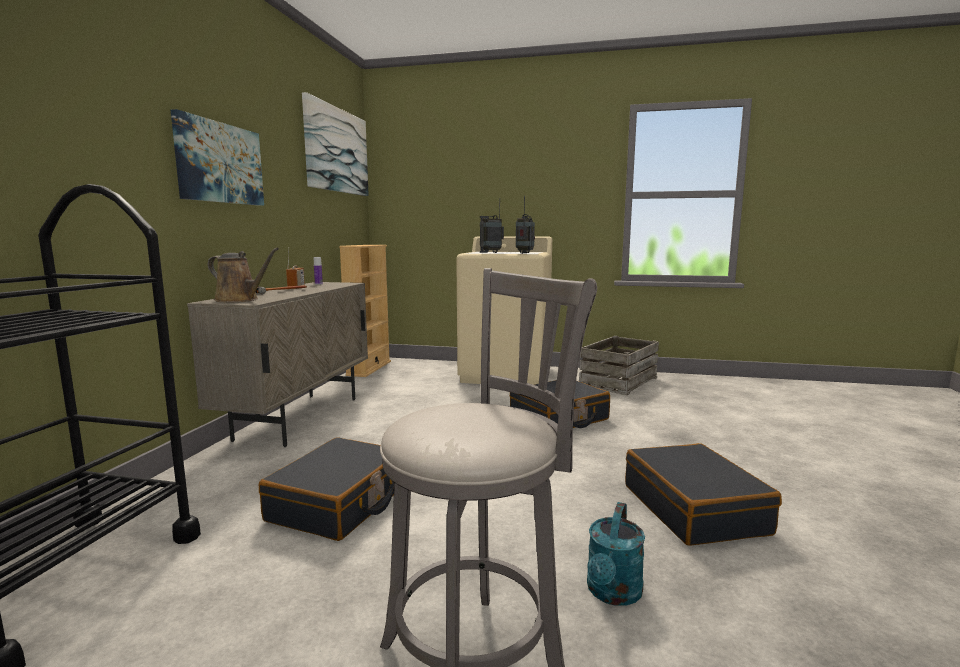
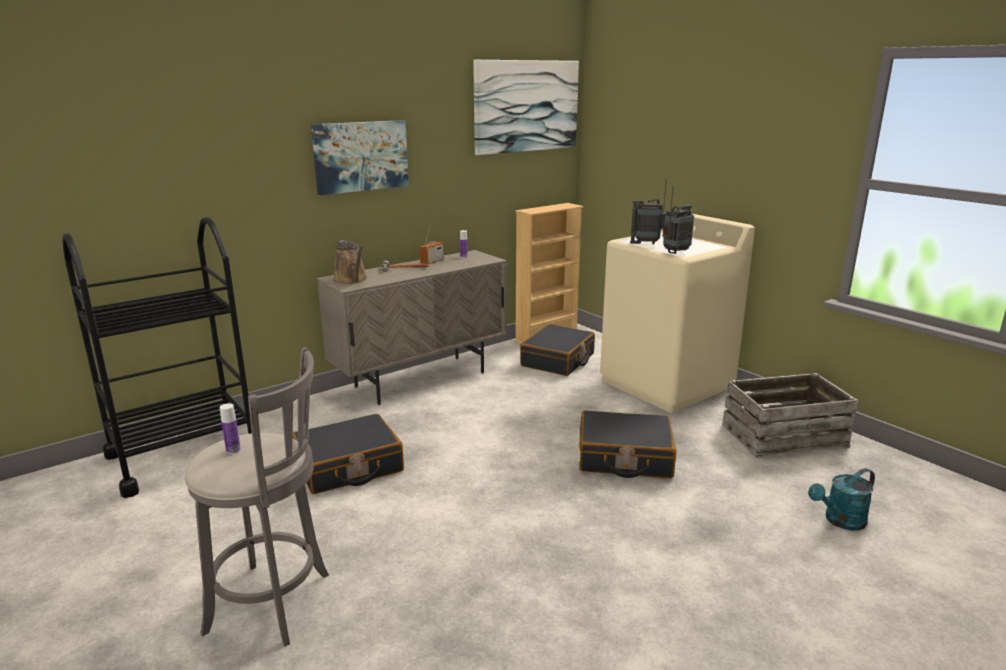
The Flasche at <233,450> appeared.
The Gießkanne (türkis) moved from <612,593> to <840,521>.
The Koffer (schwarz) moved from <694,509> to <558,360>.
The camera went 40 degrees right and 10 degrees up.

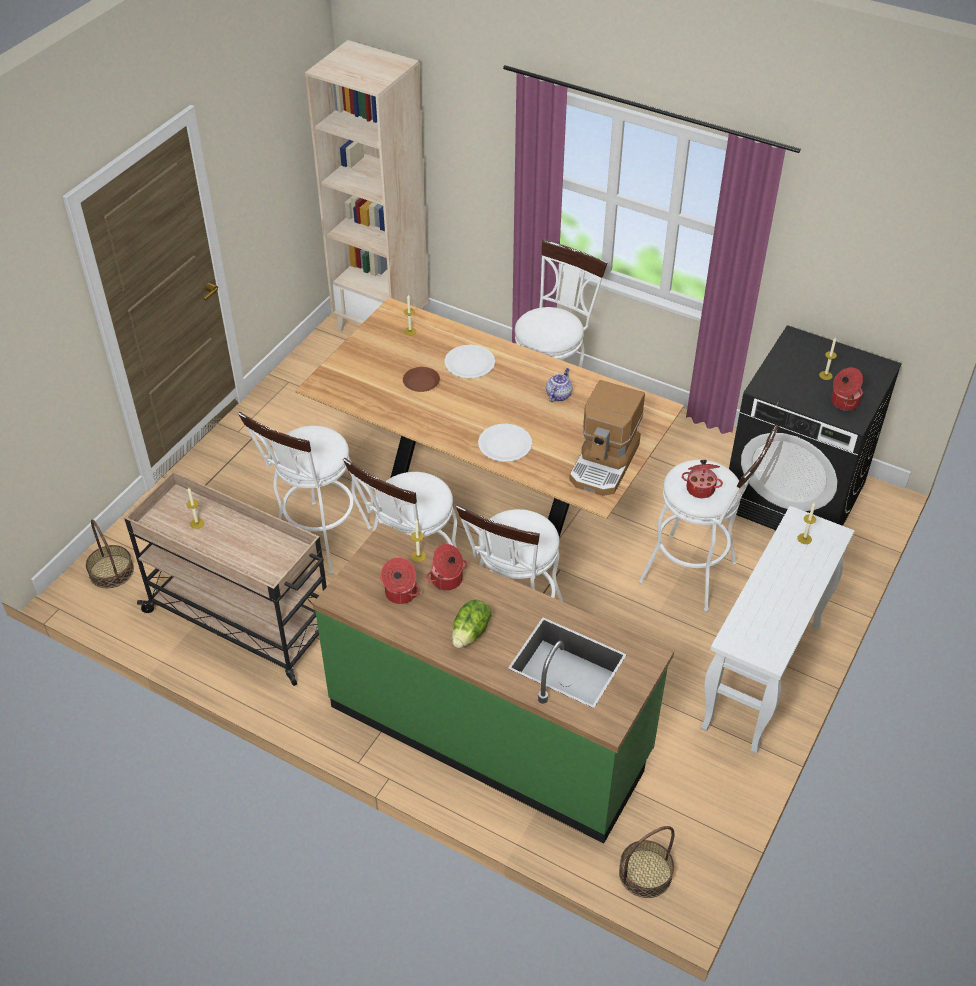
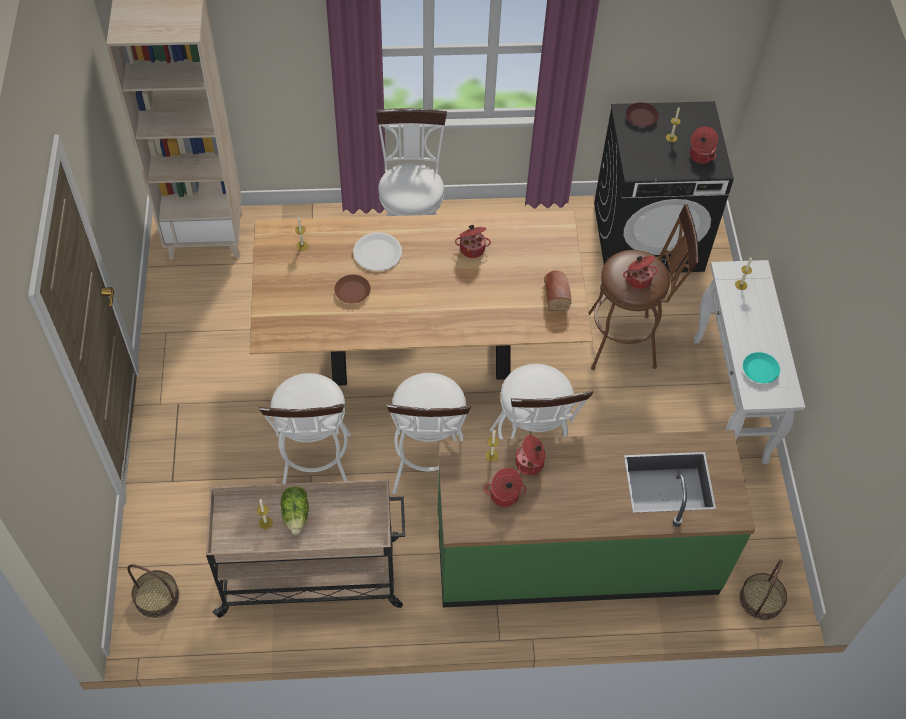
The Teller (weiß) at <505,444> disappeared.
The Teller (braun) at <641,117> appeared.
The Teller (türkis) at <760,370> appeared.
The Salatkopf moved from <471,633> to <296,515>.
The Teekanne at <558,395> was replaced by the Kochtopf at <472,248>.
The Kaffeemaschine at <605,464> was replaced by the Brot at <555,294>.
The Hocker (weiß) at <696,575> became the Hocker (braun) at <627,341>.
The camera went 35 degrees left and 10 degrees up.

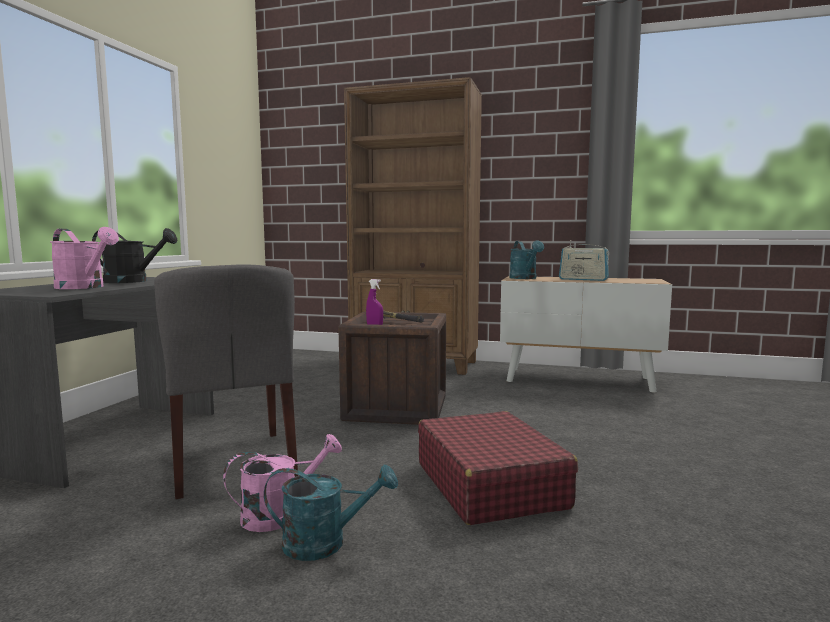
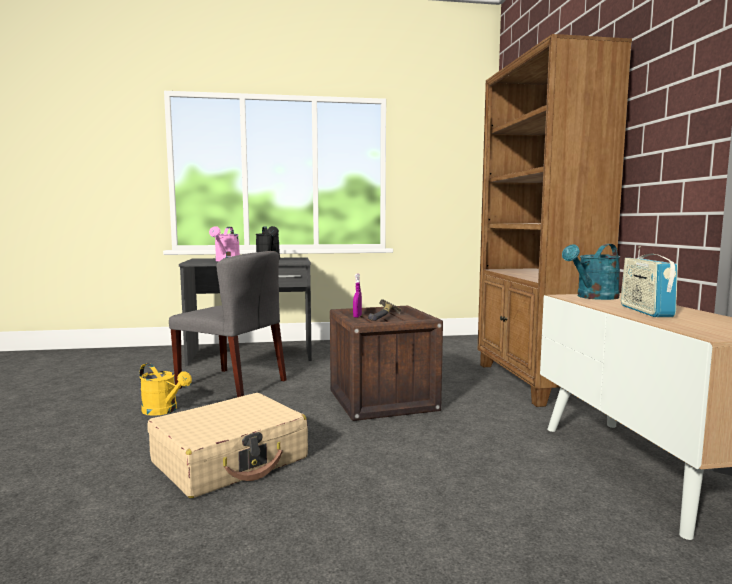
The Gießkanne (türkis) at <326,543> disappeared.
The Gießkanne (rosa) at <280,514> became the Gießkanne (gelb) at <164,411>.
The Koffer (rot) at <490,485> became the Koffer (beige) at <230,460>.
The Stuhl (grau) at <233,462> turned 105 degrees counterclockwise.
The camera went 65 degrees right and 0 degrees up.

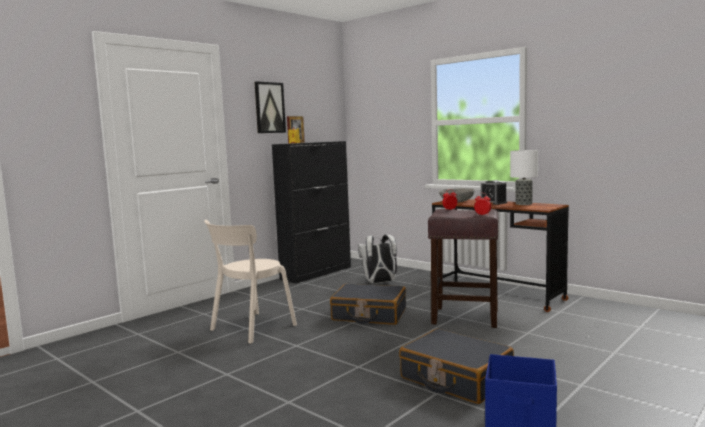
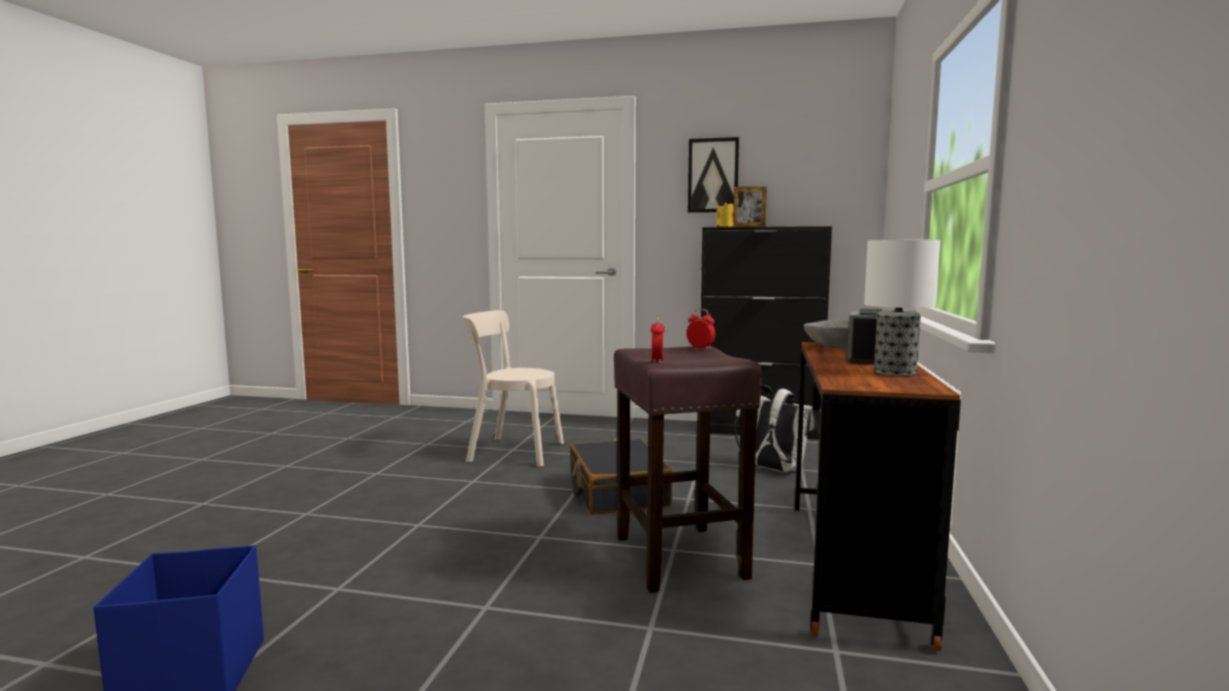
The Koffer (schwarz) at <455,379> disappeared.
The camera went 60 degrees right and 0 degrees up.

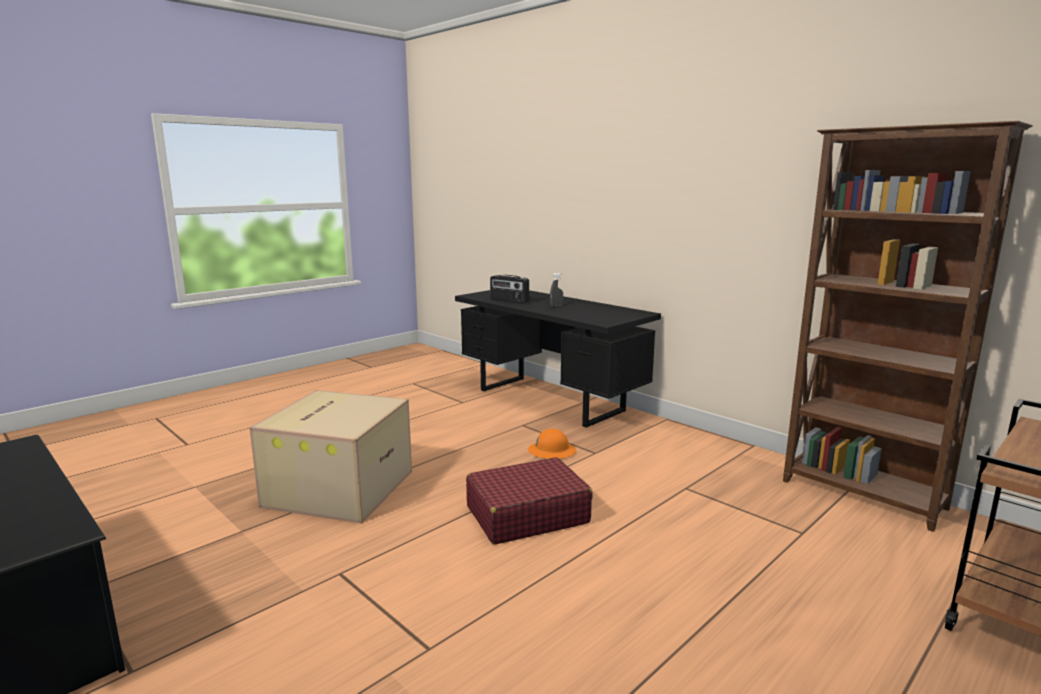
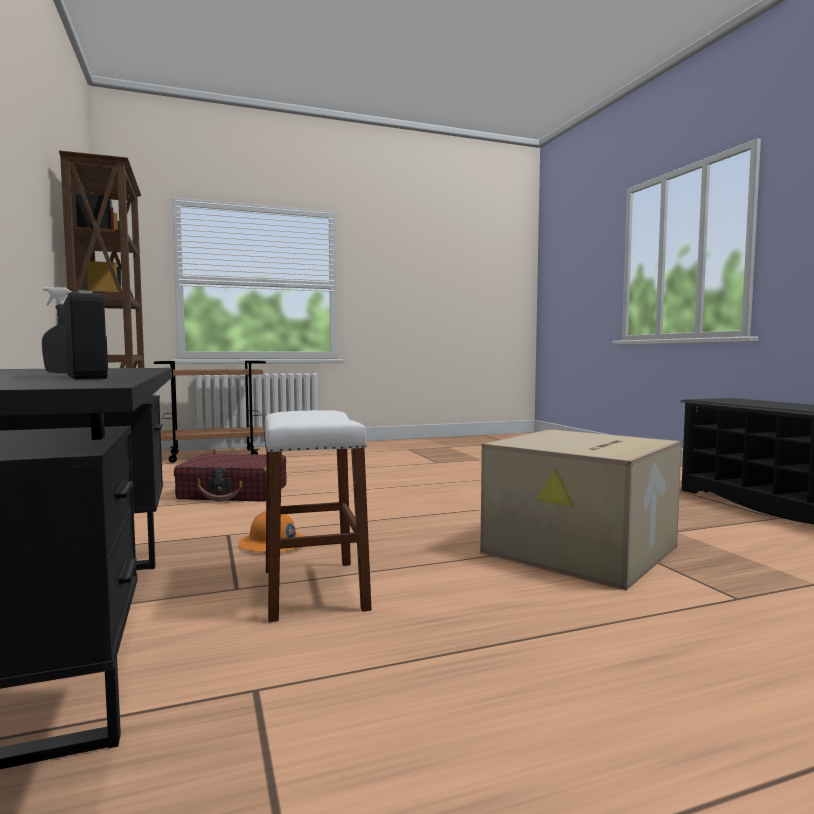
The Hocker (weiß) at <314,589> appeared.
The Koffer (rot) moved from <526,515> to <234,493>.
The camera went 155 degrees left and 10 degrees down.

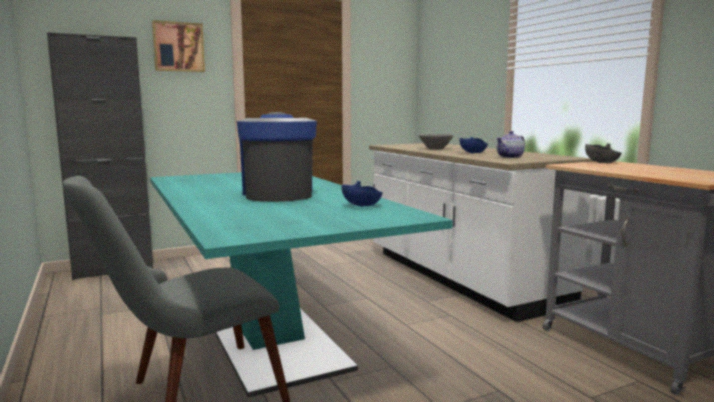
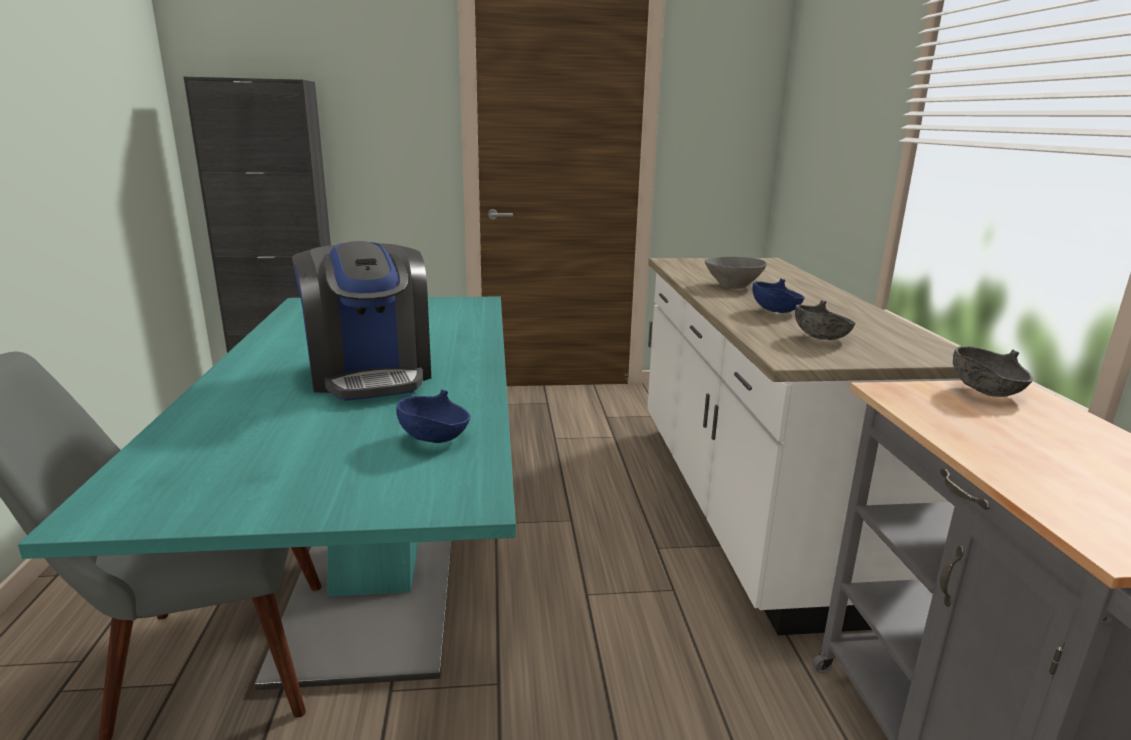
The Bild at <178,47> disappeared.
The Teekanne at <510,157> was replaced by the Schüssel (grau) at <822,338>.
The Kaffeemaschine at <277,194> turned 150 degrees clockwise.
The camera went 20 degrees right and 10 degrees up.

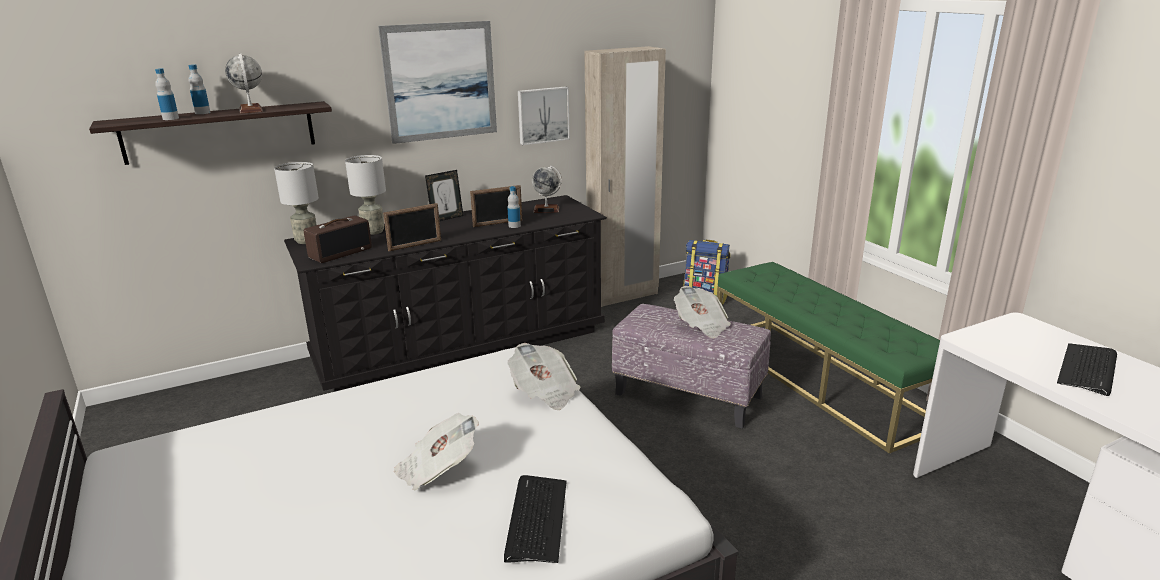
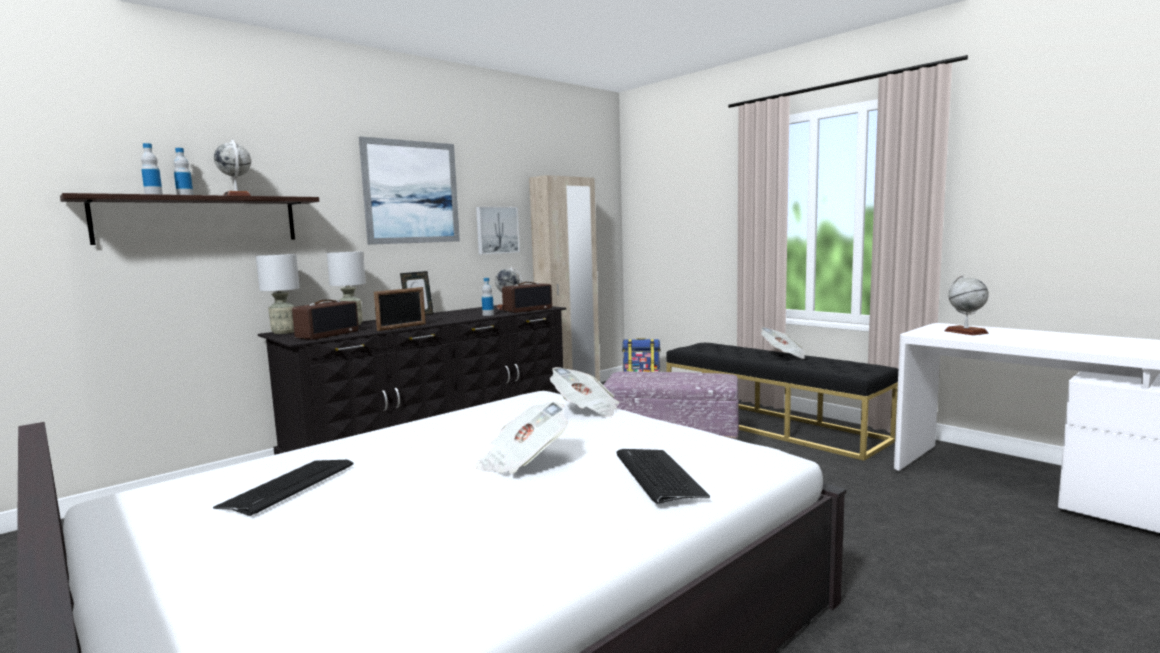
The Bilderrahmen at <498,223> disappeared.
The Radio at <527,310> appeared.
The Globus at <965,332> appeared.
The Zeitung moved from <701,325> to <784,355>.
The Tastatur moved from <1088,369> to <288,487>.
The Bank (grün) at <819,378> became the Bank (schwarz) at <771,425>.
The camera went 15 degrees left and 15 degrees down.

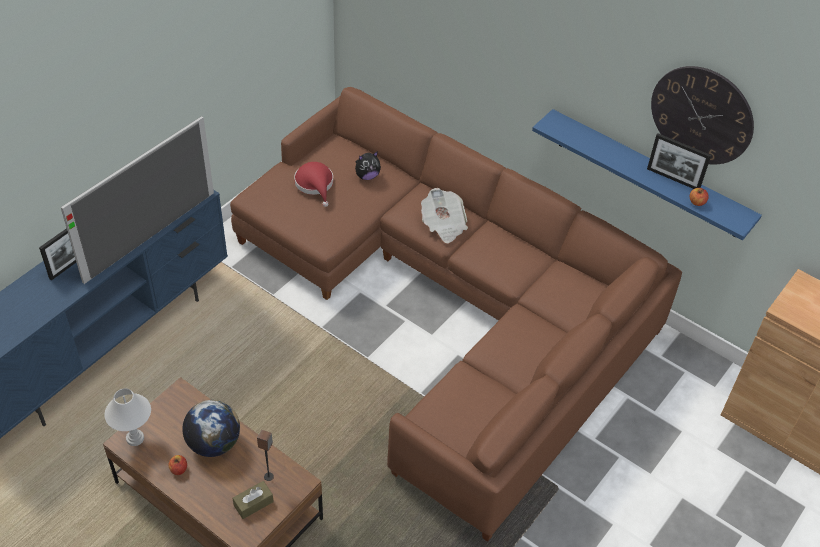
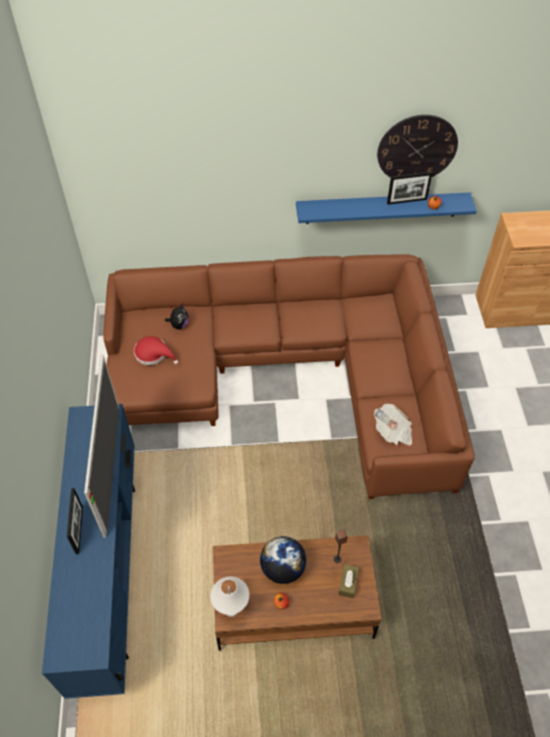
The Zeitung moved from <443,225> to <393,432>.
The camera went 40 degrees left and 5 degrees up.

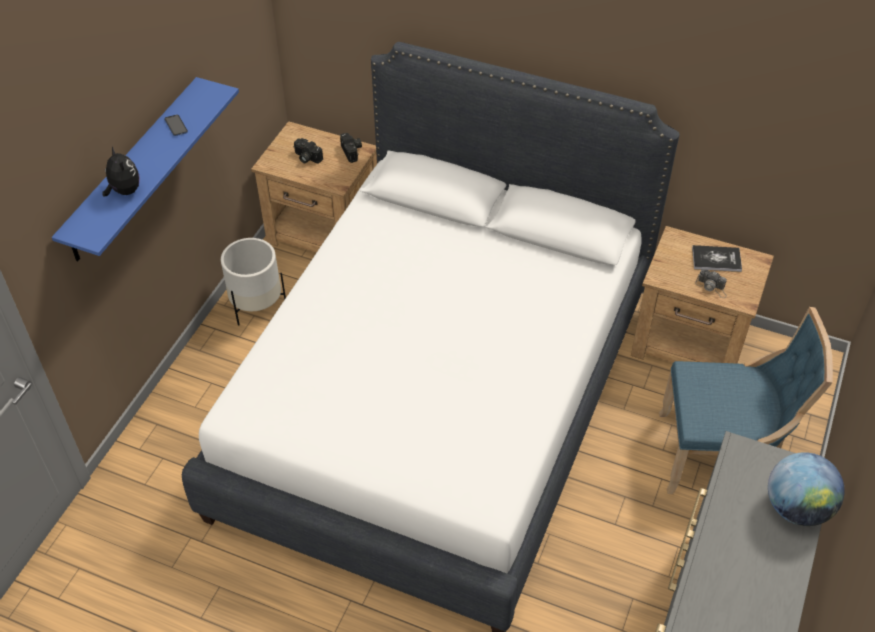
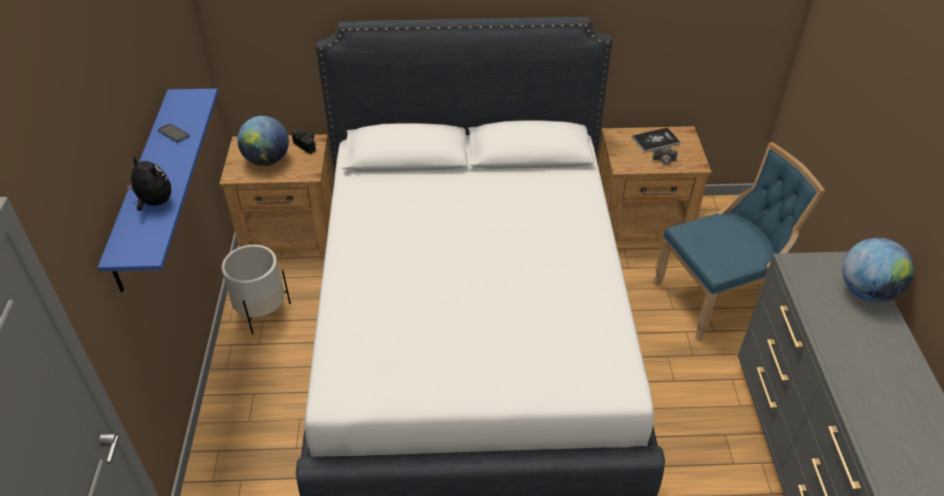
The Kamera at <306,157> was replaced by the Globus at <267,160>.
The camera went 25 degrees left and 5 degrees down.

